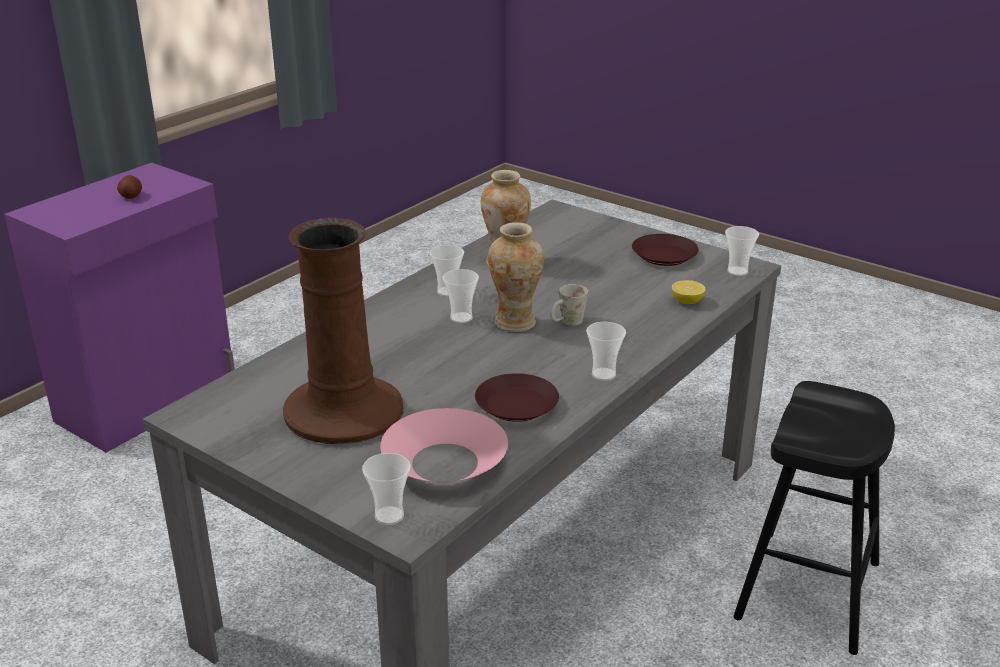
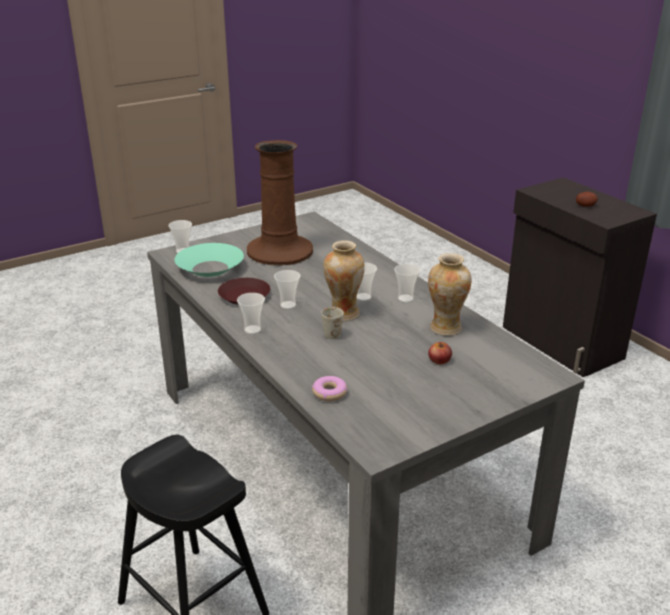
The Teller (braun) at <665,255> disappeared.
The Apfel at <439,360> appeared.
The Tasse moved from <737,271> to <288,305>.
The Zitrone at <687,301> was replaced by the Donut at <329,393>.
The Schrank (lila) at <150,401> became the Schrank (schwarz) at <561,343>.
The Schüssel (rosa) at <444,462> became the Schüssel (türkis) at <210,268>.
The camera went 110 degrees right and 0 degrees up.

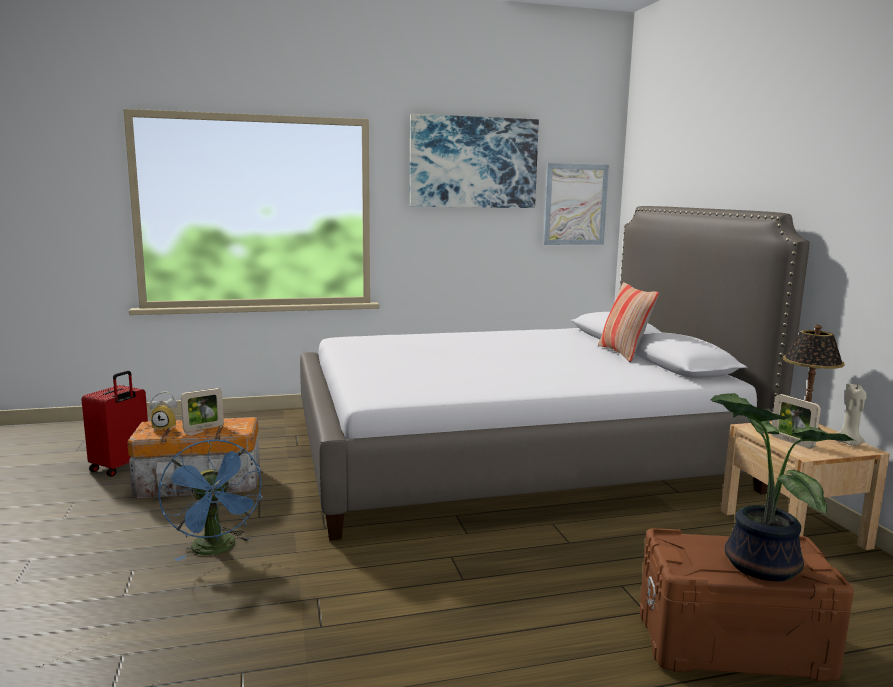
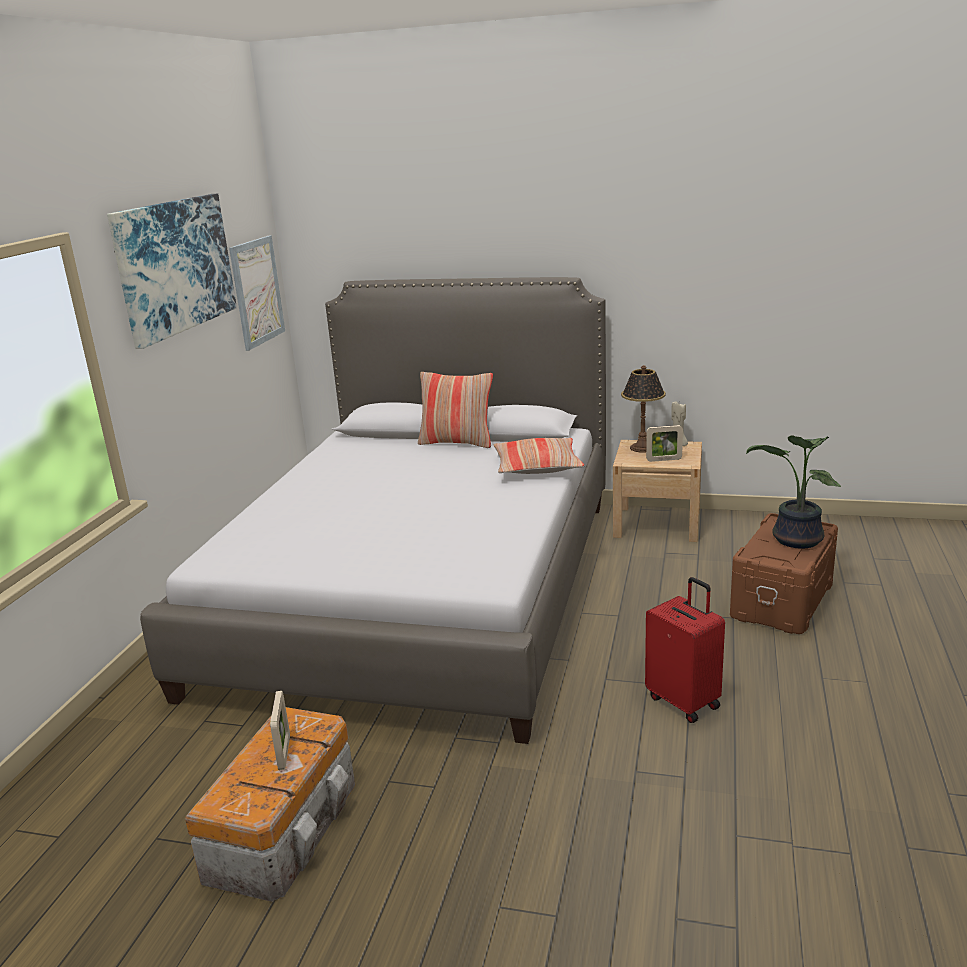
The Wecker at <166,427> disappeared.
The Ventilator (blau) at <217,549> disappeared.
The Kissen at <537,466> appeared.
The Koffer (rot) moved from <120,467> to <684,701>.
The camera went 60 degrees left and 10 degrees up.

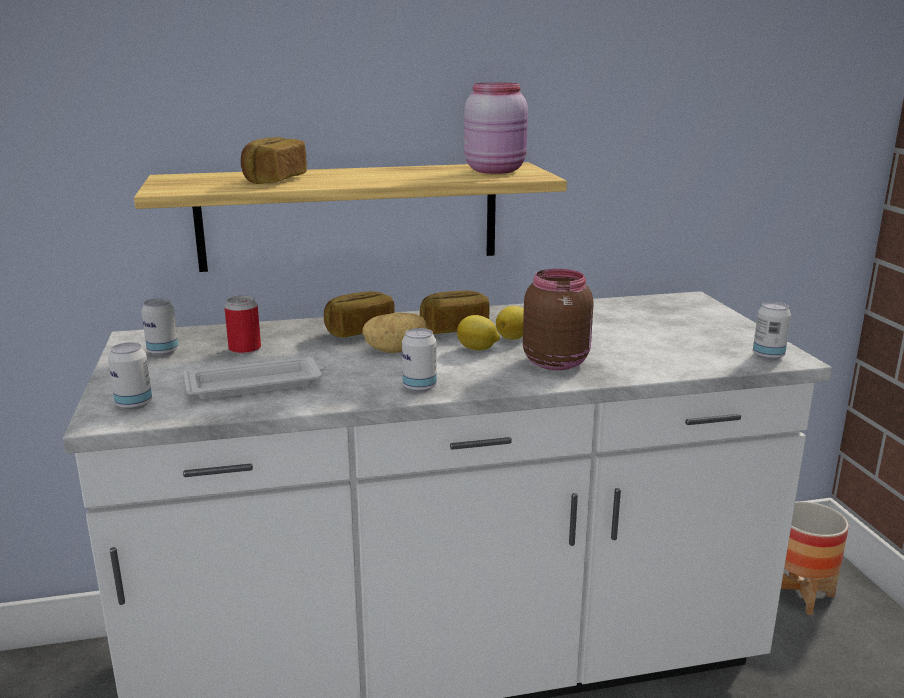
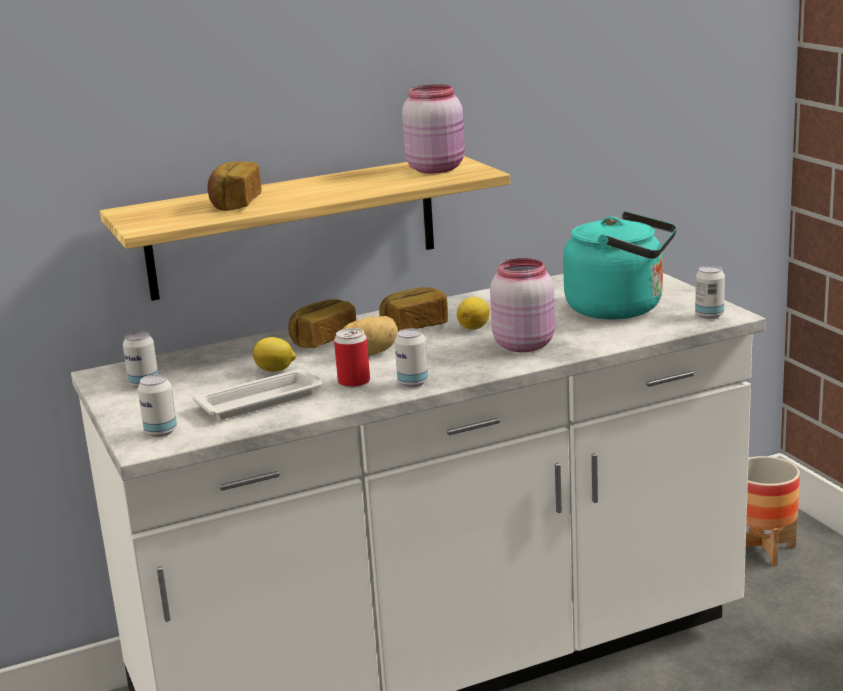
The Wasserkessel (türkis) at <621,309> appeared.
The Dose moved from <245,349> to <354,382>.
The Zitrone moved from <478,349> to <276,370>.
The Vorratsglas (braun) at <556,361> became the Vorratsglas (rosa) at <524,344>.
The camera went 10 degrees left and 0 degrees up.

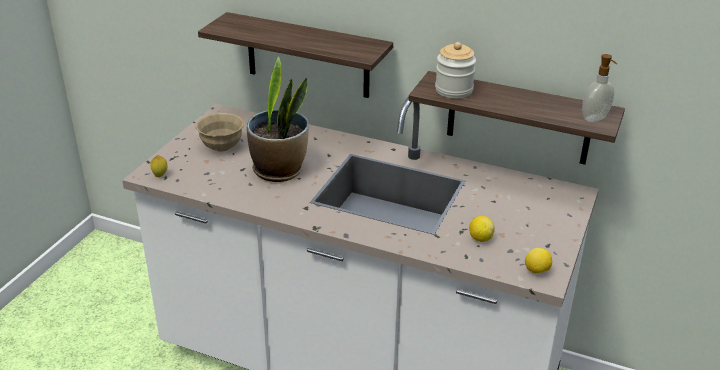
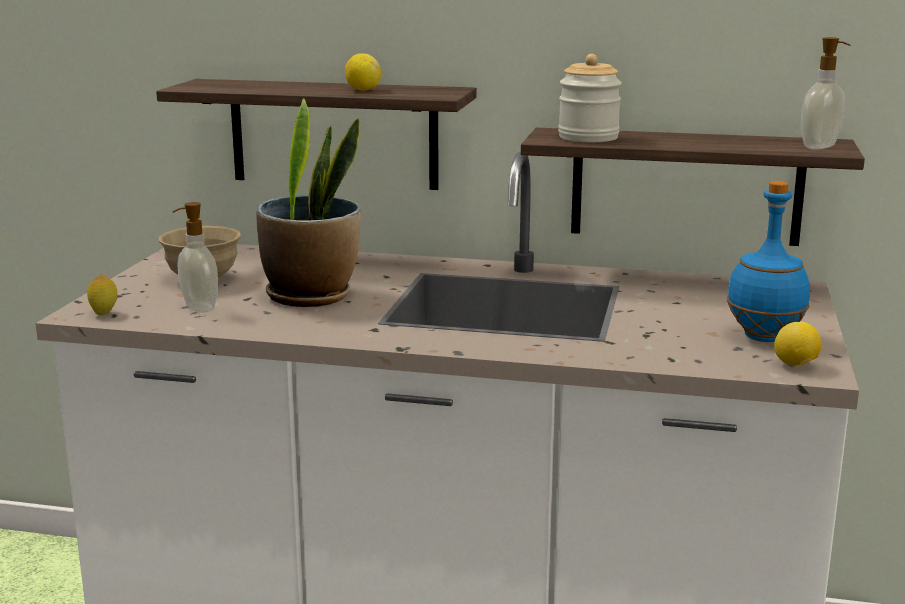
The Seifenspender at <198,308> appeared.
The Flasche (blau) at <763,337> appeared.
The Zitrone moved from <480,238> to <363,90>.
The camera went 10 degrees left and 15 degrees down.

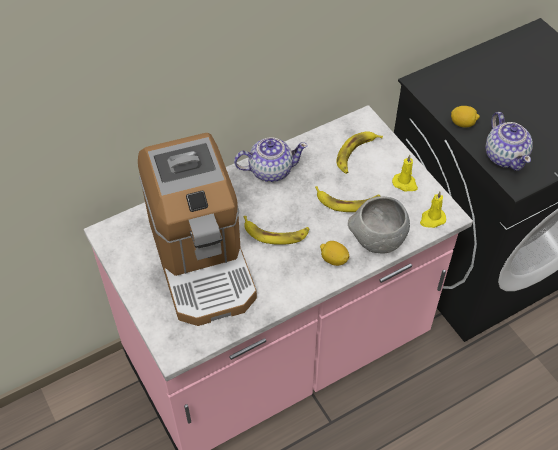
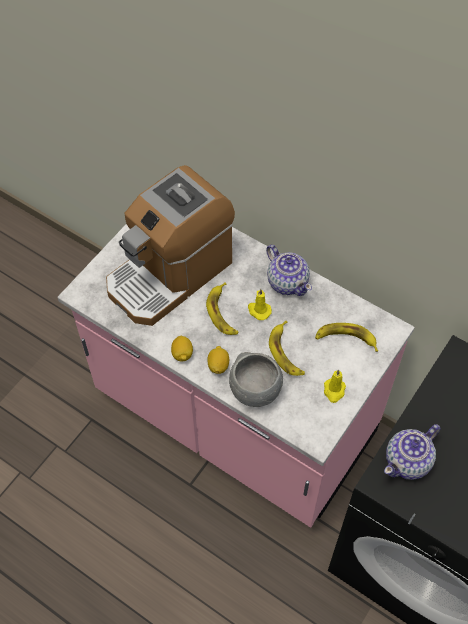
The Kerze (gelb) moved from <432,219> to <258,310>.
The Zitrone moved from <463,123> to <182,354>.
The camera went 65 degrees right and 5 degrees up.

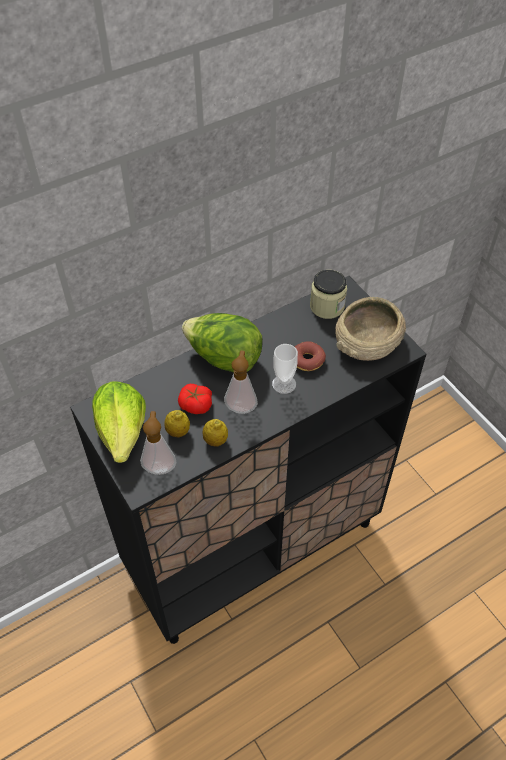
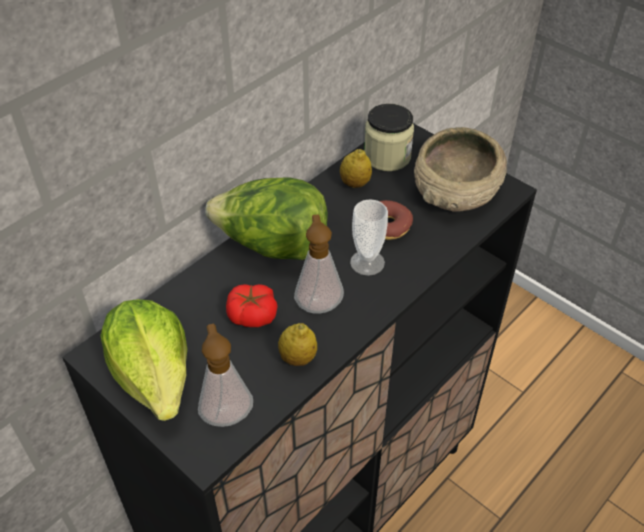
The Zitrone moved from <178,431> to <355,183>.
The camera went 15 degrees left and 5 degrees down.

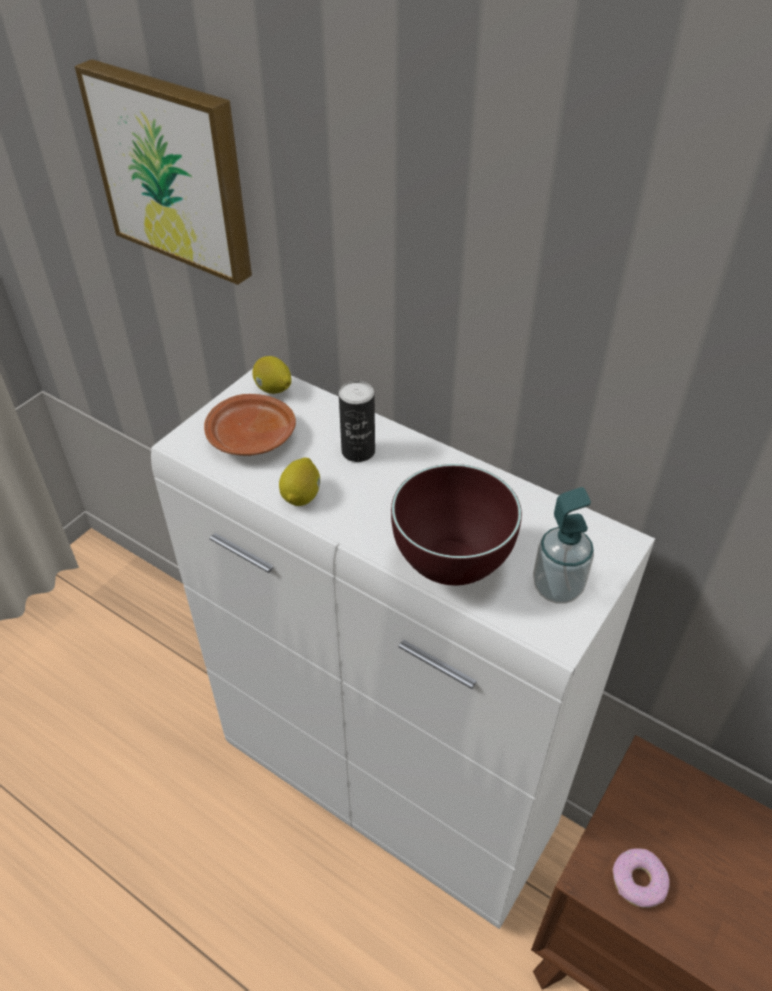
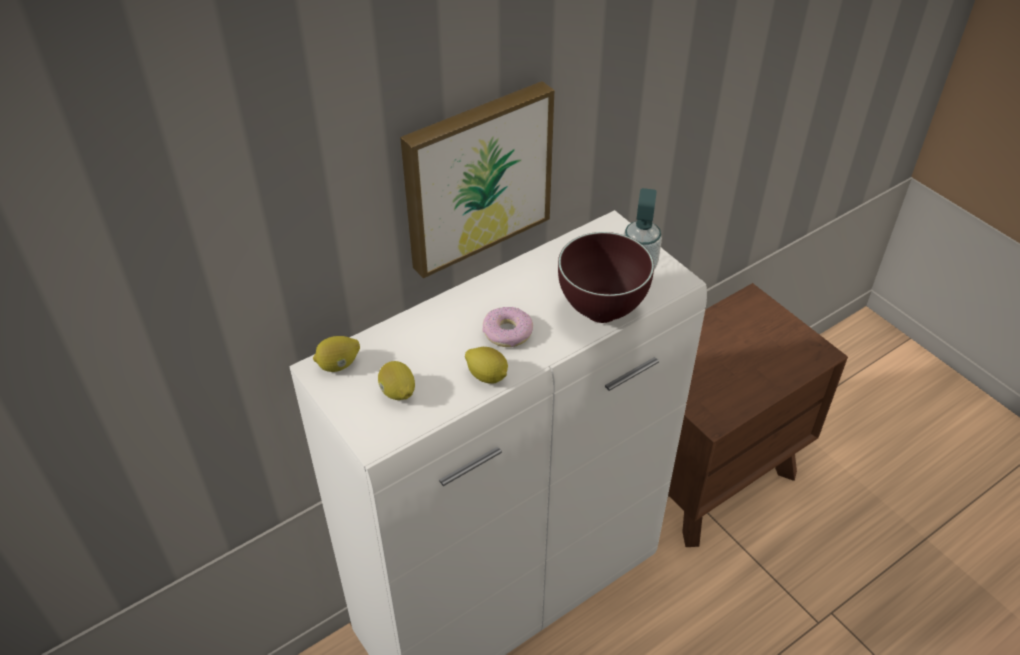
The Dose at <358,451> disappeared.
The Bild moved from <174,170> to <475,176>.
The Donut moved from <638,881> to <507,333>.
The Teller (braun) at <252,438> was replaced by the Zitrone at <398,393>.
The camera went 70 degrees left and 0 degrees up.

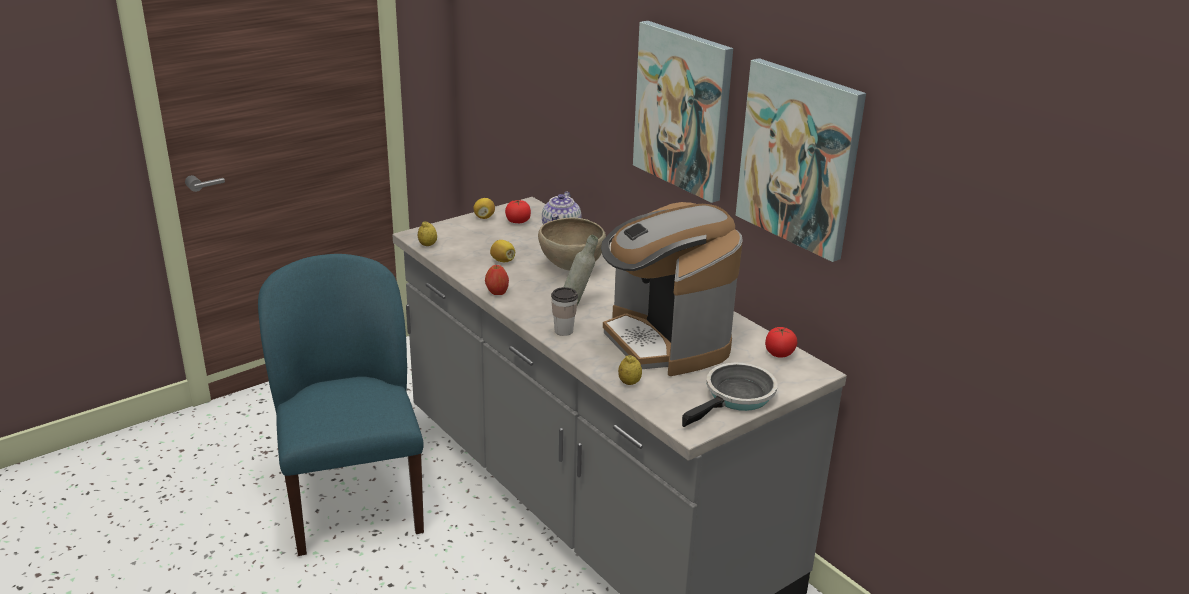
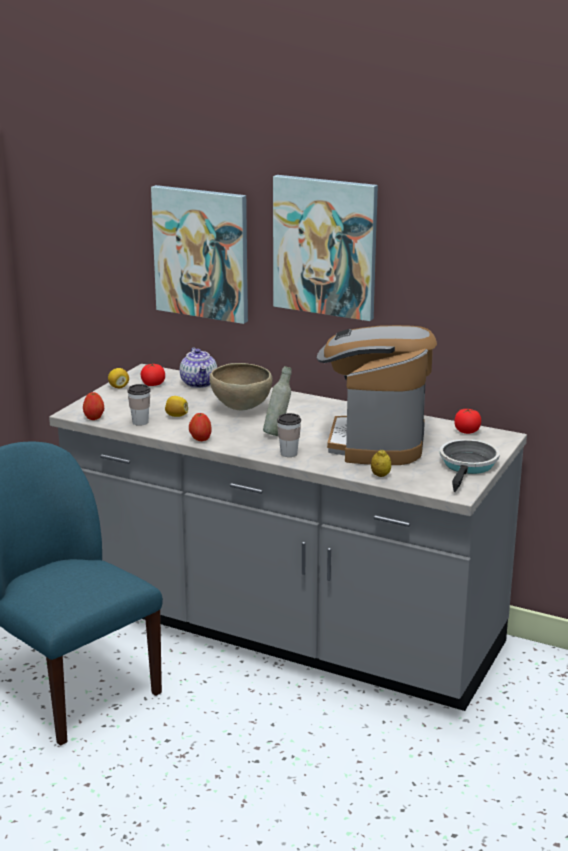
The Tasse at <140,422> appeared.
The Bild moved from <799,158> to <202,253>.
The Zitrone at <427,245> was replaced by the Apfel at <94,418>.
The Kaffeemaschine at <665,341> turned 60 degrees clockwise.
The camera went 25 degrees left and 5 degrees down.

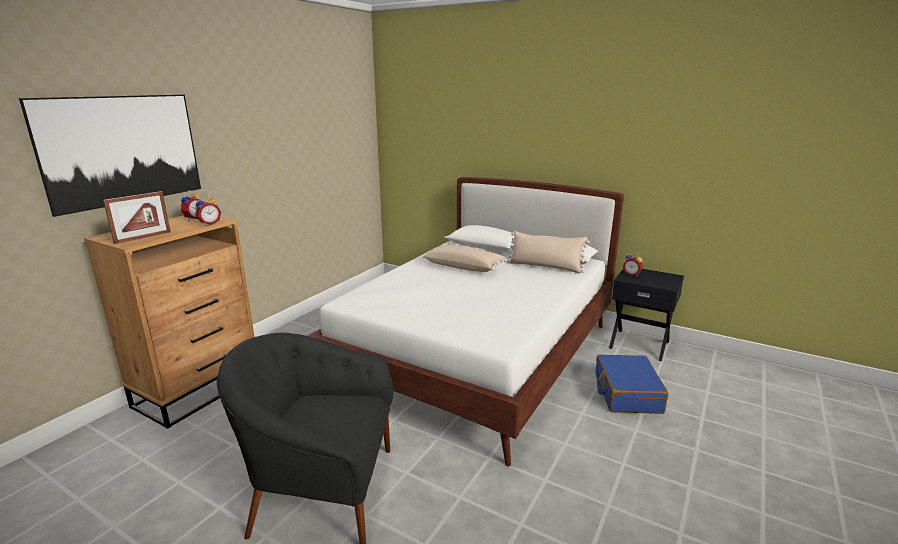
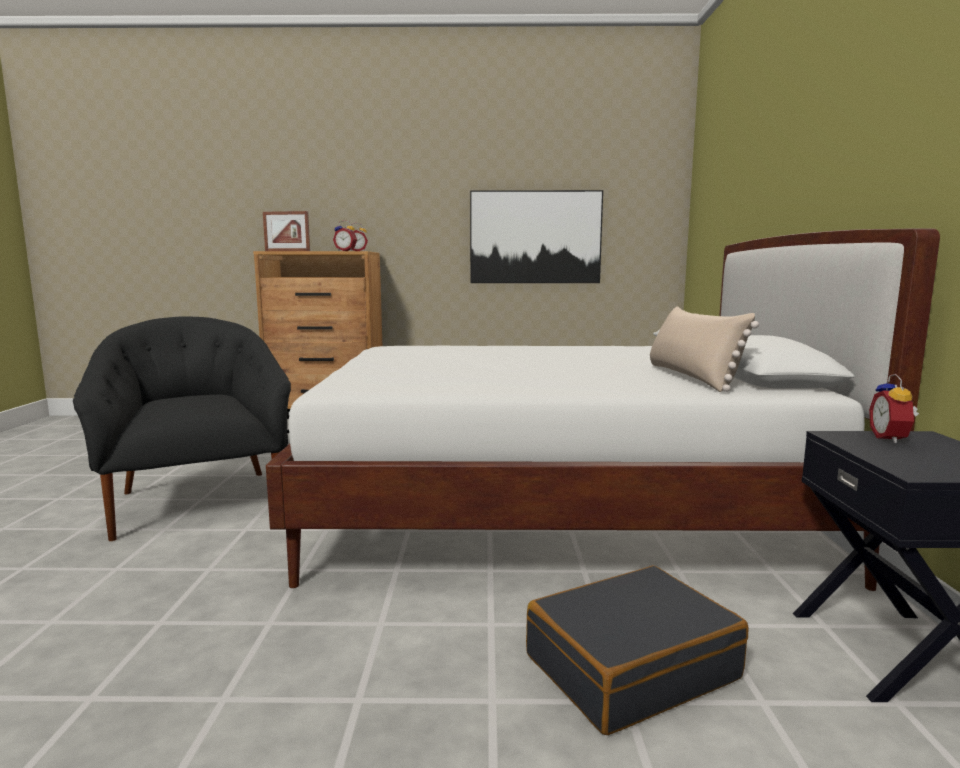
The Kissen (beige) at <464,267> disappeared.
The Bild moved from <123,150> to <535,237>.
The Koffer (blau) at <627,393> became the Koffer (schwarz) at <630,666>.
The camera went 60 degrees right and 10 degrees down.

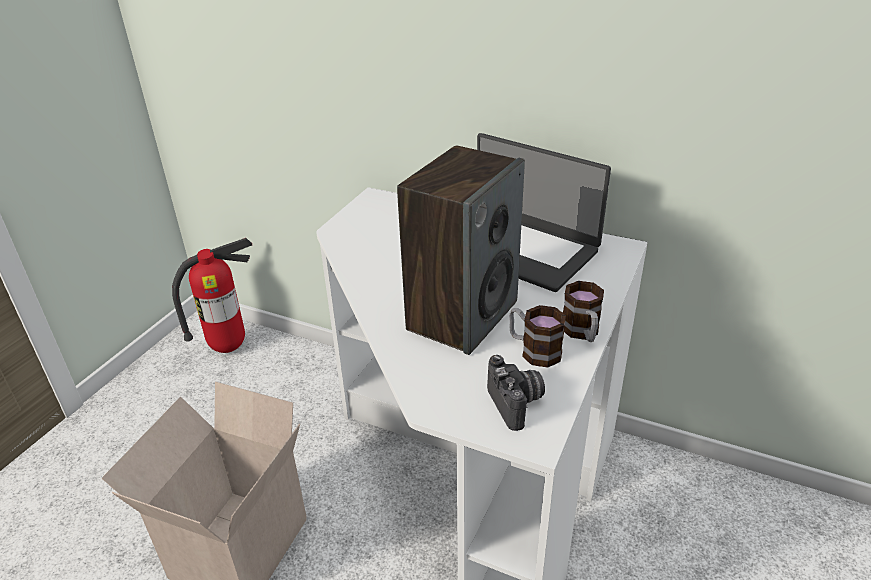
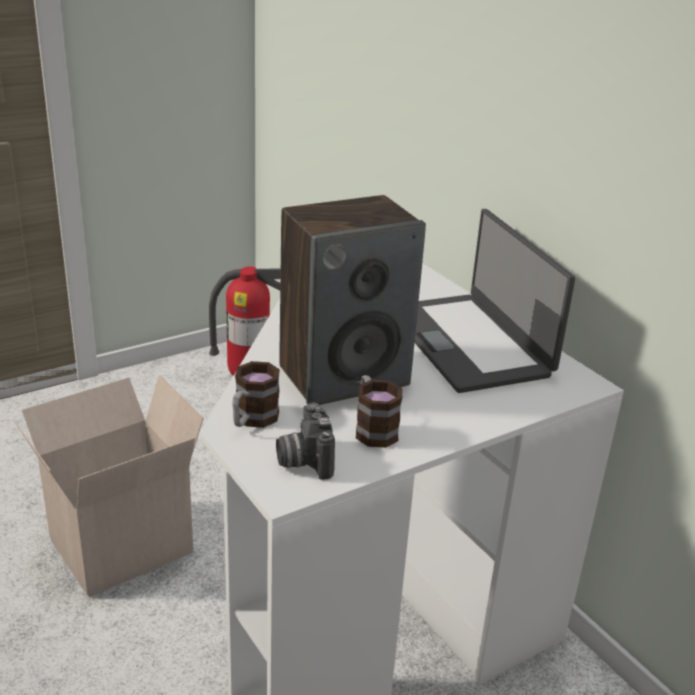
The Henkelbecher moved from <582,333> to <252,420>.
The Kamera at <517,404> turned 150 degrees clockwise.
The camera went 30 degrees right and 5 degrees down.

